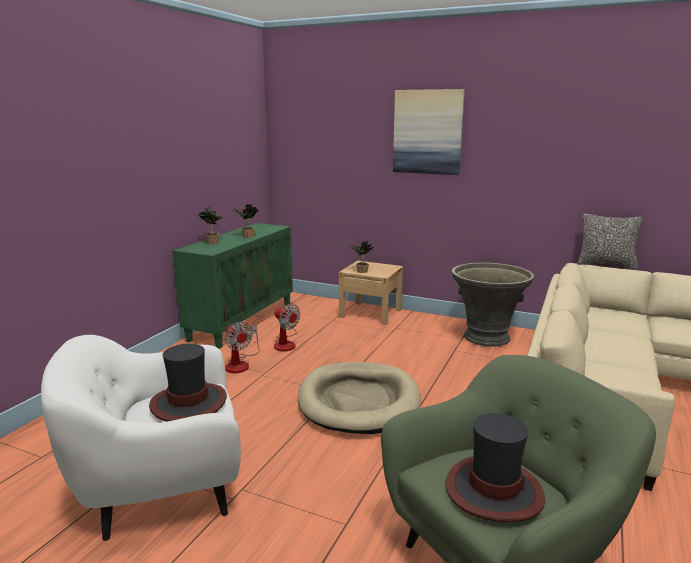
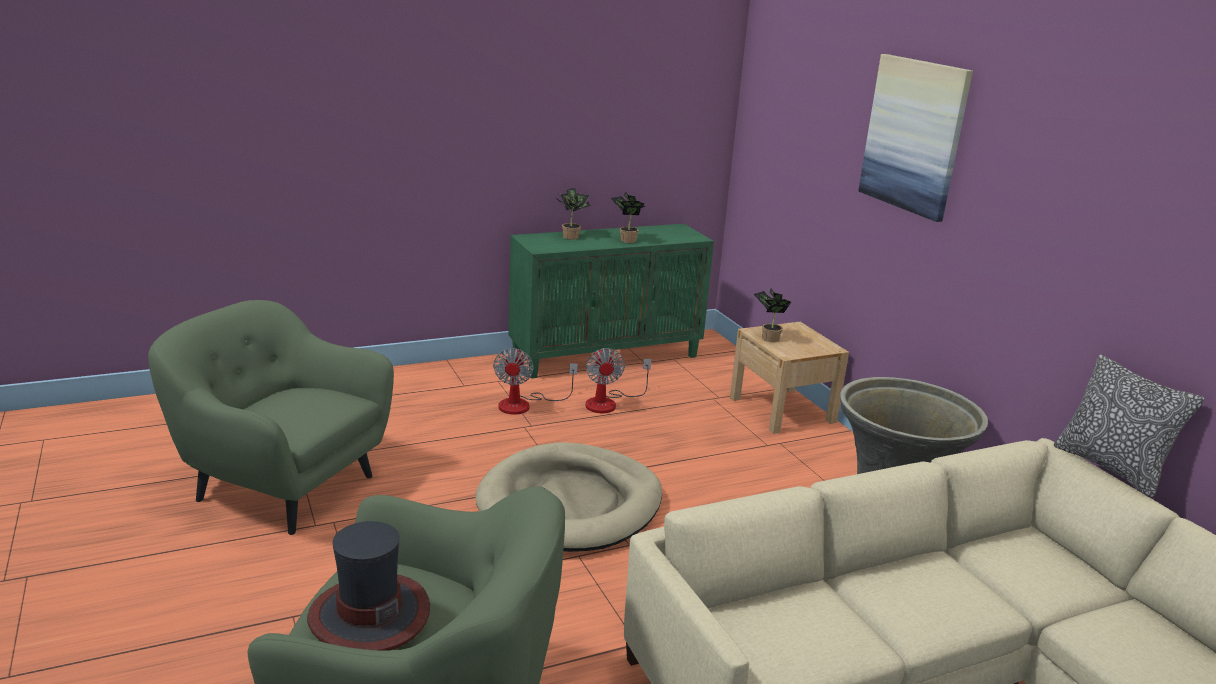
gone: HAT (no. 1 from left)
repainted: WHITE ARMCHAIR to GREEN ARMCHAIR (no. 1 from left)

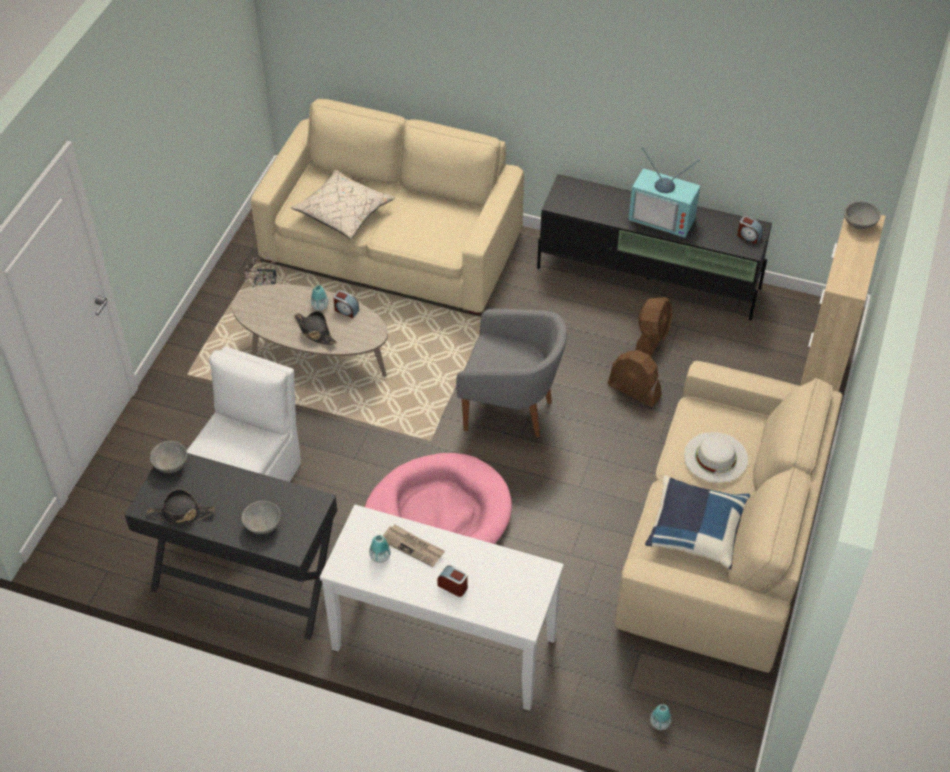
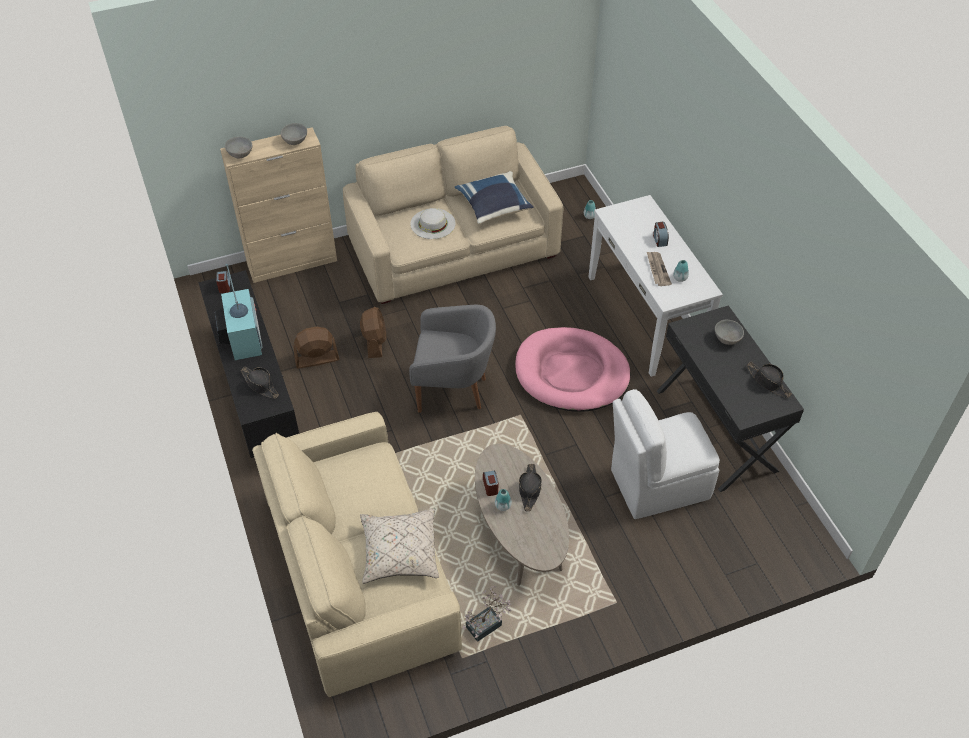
new: BLACK HAT (no. 1 from left)
shifted: GREY BOWL (no. 1 from left in the first image) to GREY BOWL (no. 2 from left)
rotated: GREY ARMCHAIR 120 degrees clockwise

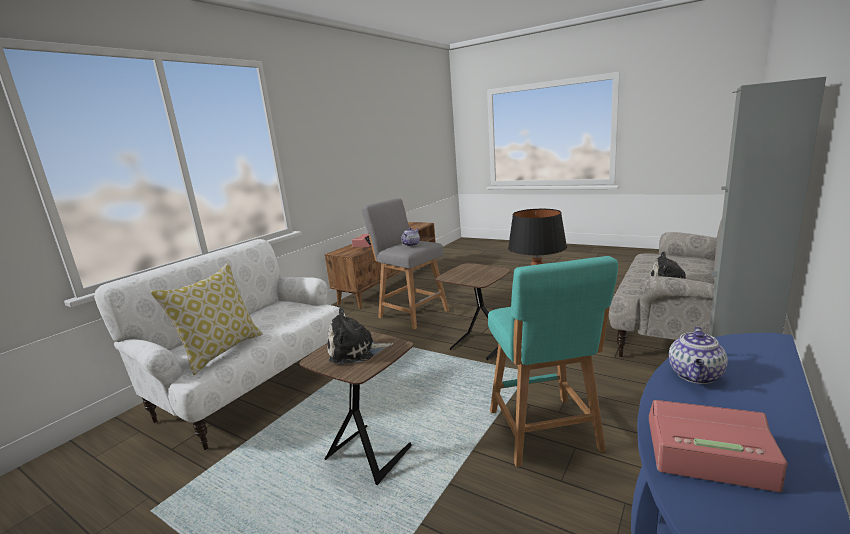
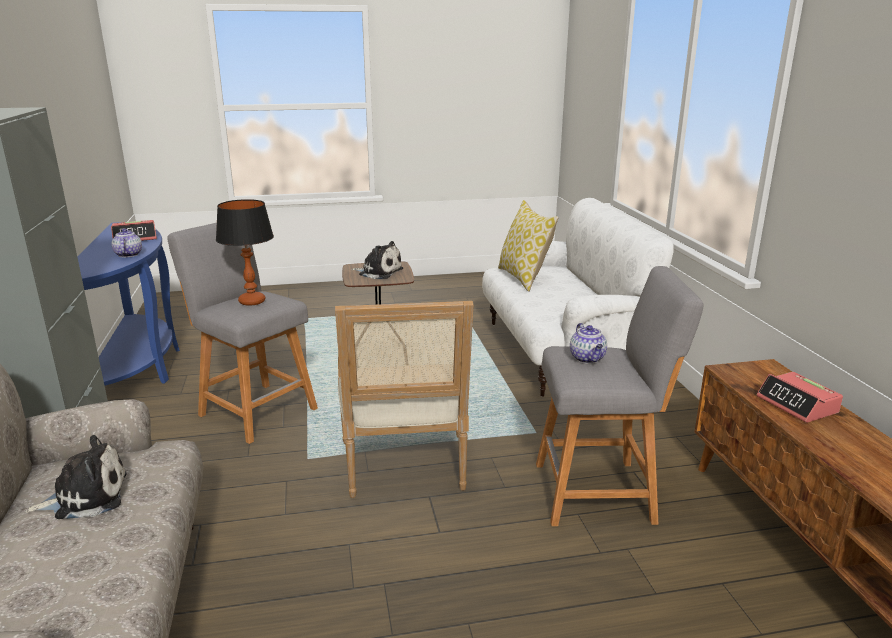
swapped: BROWN SIDE TABLE (no. 2 from left) to ARMCHAIR
repainted: TURQUOISE STOOL to GREY STOOL (no. 1 from left)
rotated: PLUSH TOY (no. 1 from left in the first image) 75 degrees clockwise

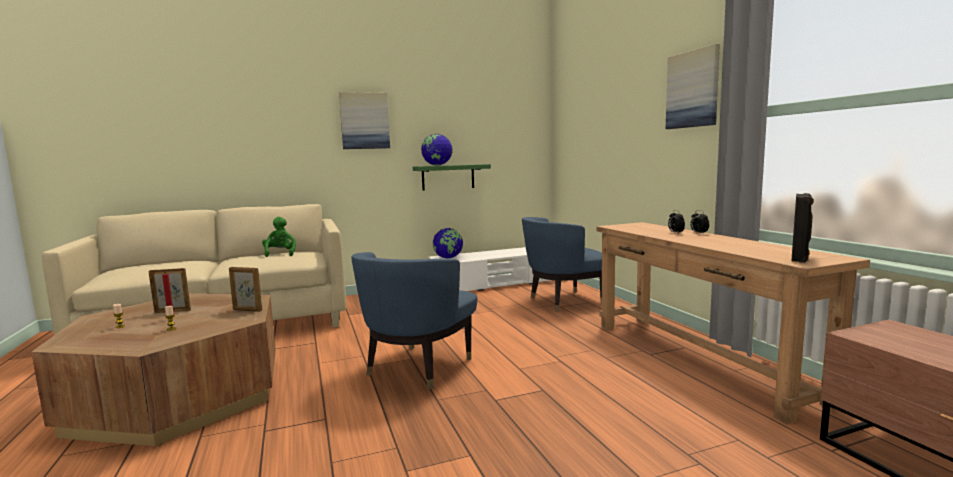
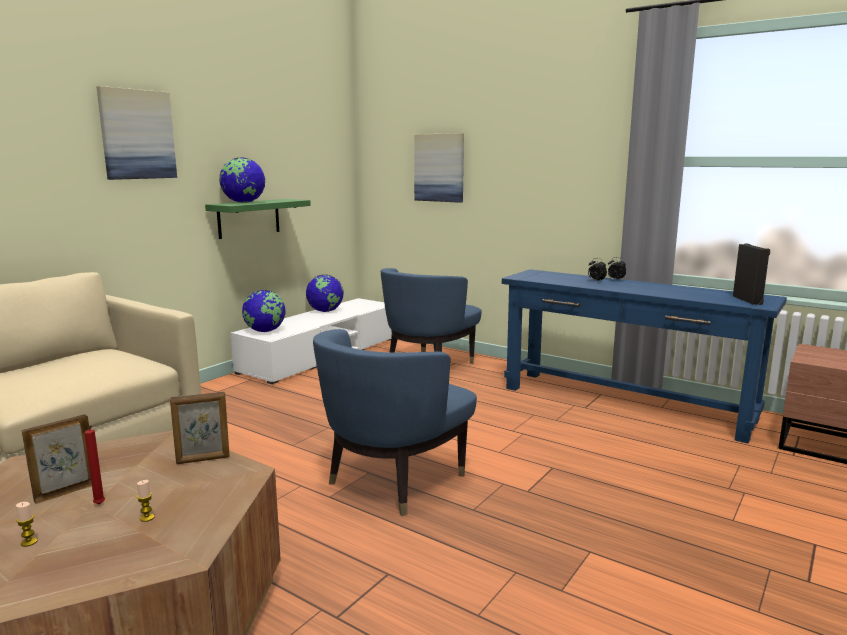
gone: GREEN PLUSH TOY
new: GLOBE (no. 3 from left)
shifted: PICTURE (no. 2 from left)
repainted: BROWN CONSOLE TABLE to BLUE CONSOLE TABLE
rotated: BLUE ARMCHAIR (no. 1 from left) 45 degrees clockwise

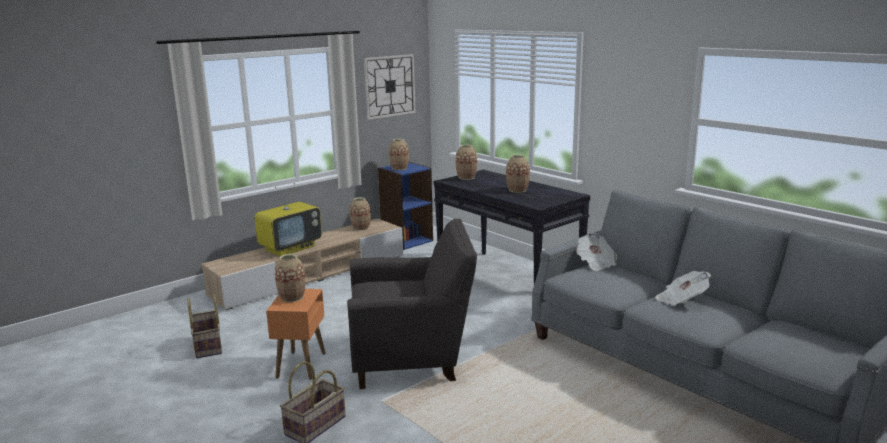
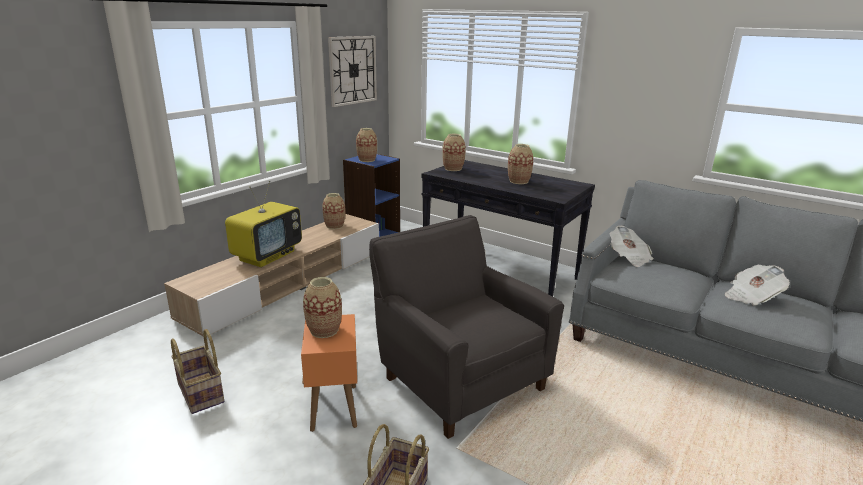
rotated: GREY ARMCHAIR 105 degrees counterclockwise

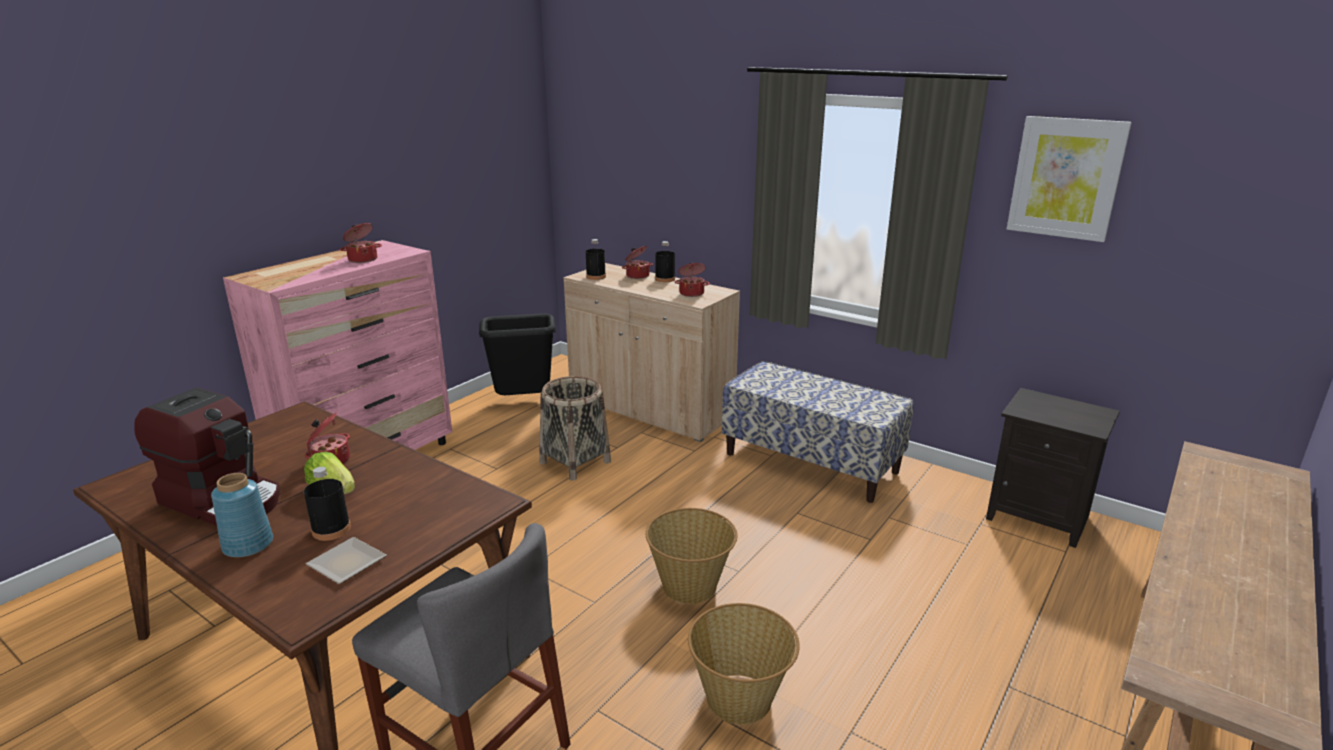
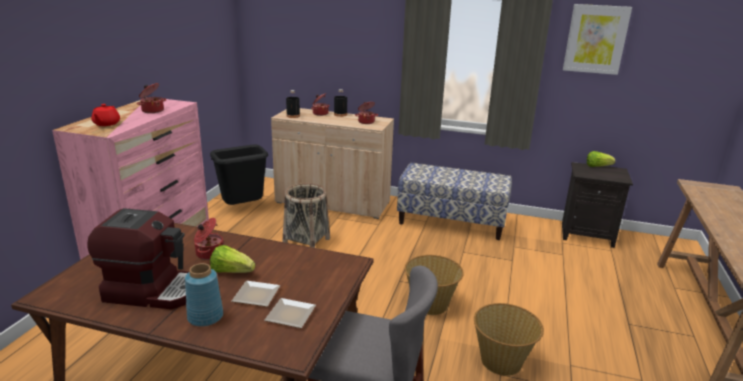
new: RED TEAPOT; LETTUCE (no. 2 from left)
swapped: BLACK BOTTLE (no. 1 from left) to PLATE (no. 1 from left)

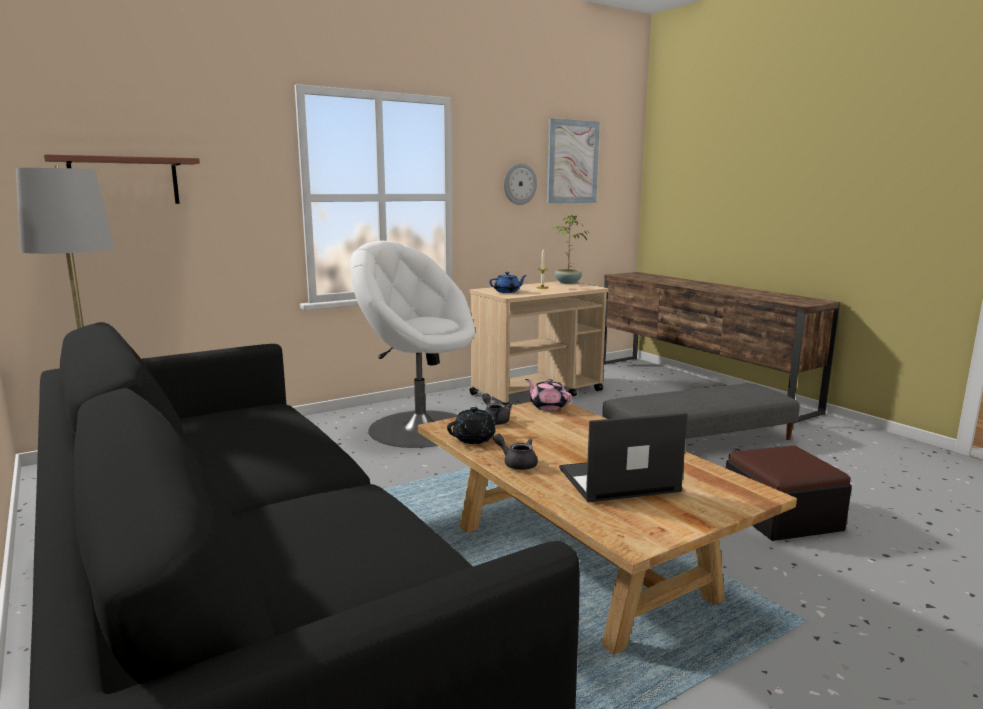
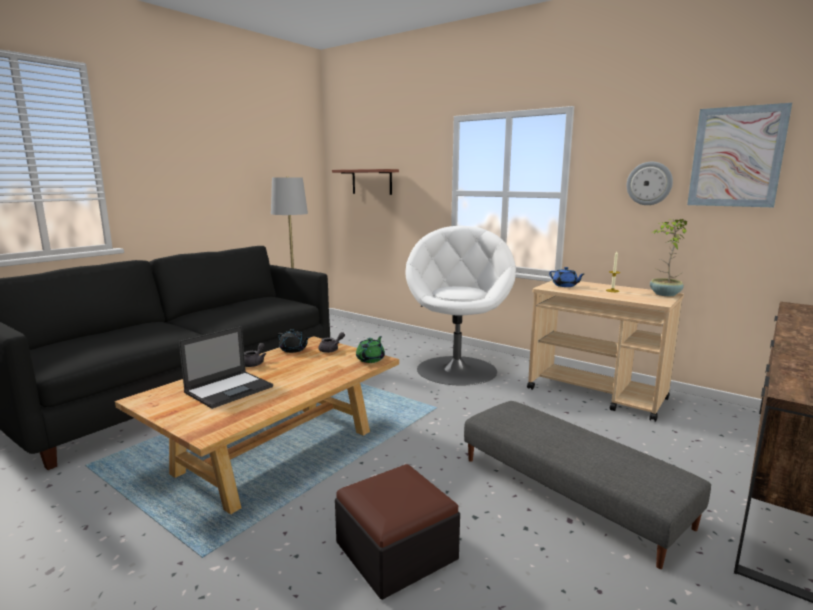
repainted: PINK TEAPOT to GREEN TEAPOT
rotated: LAPTOP 75 degrees clockwise

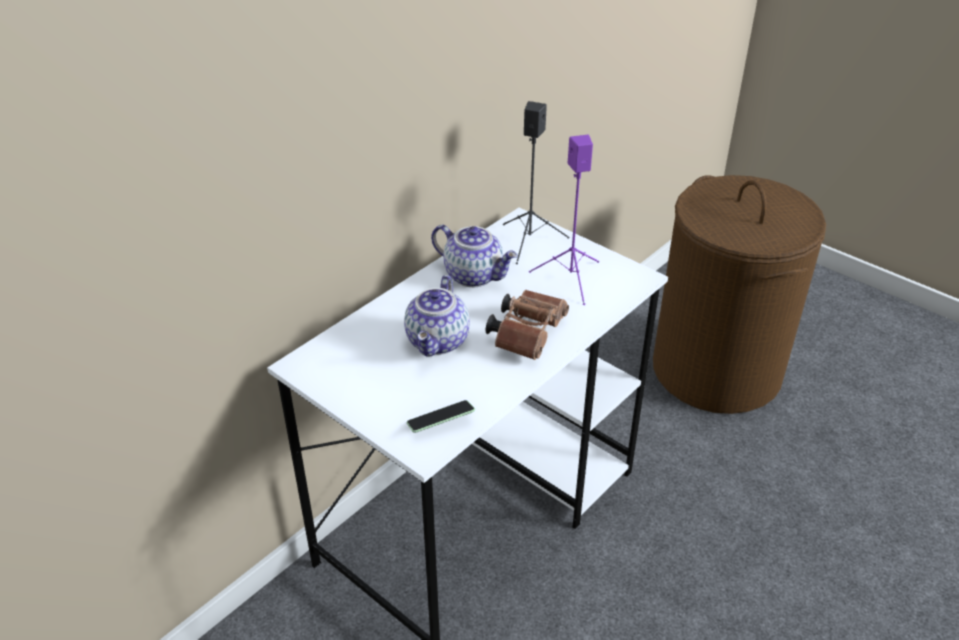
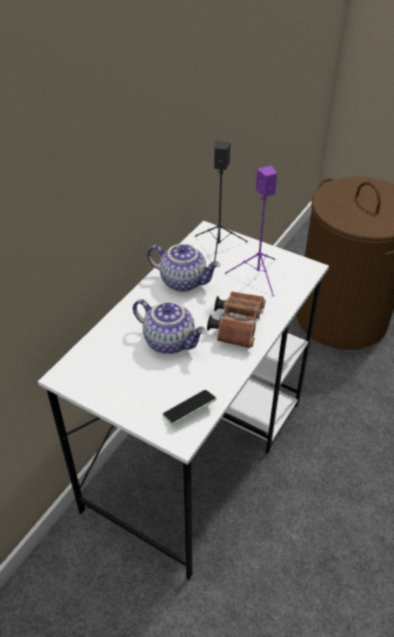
rotated: TEAPOT (no. 1 from left) 60 degrees counterclockwise

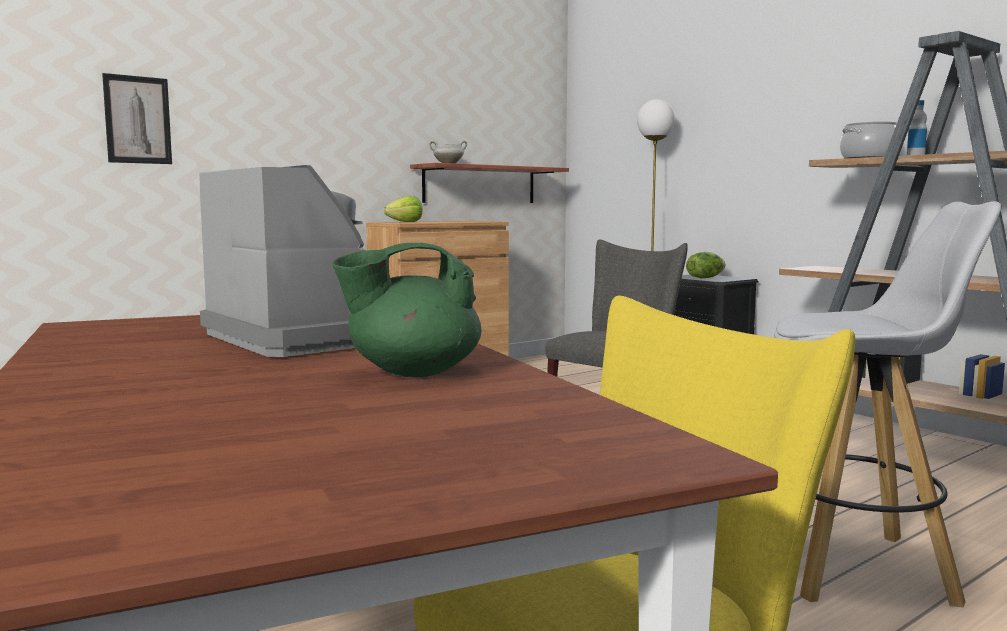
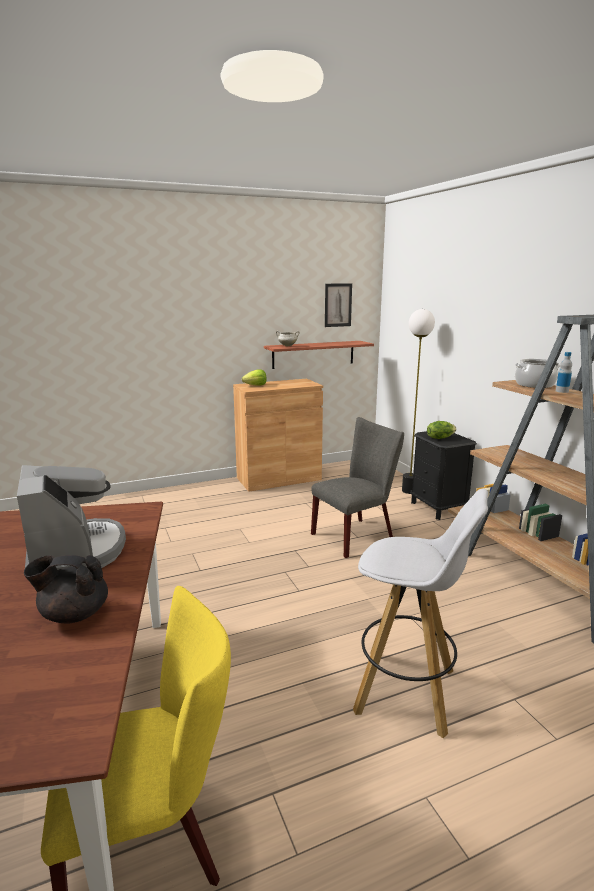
shifted: PICTURE
repainted: GREEN TEAPOT to BLACK TEAPOT

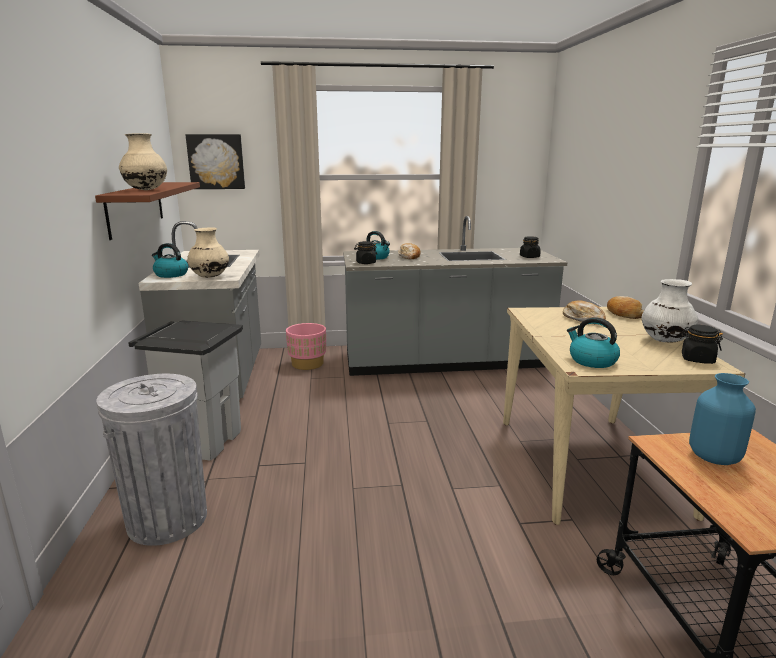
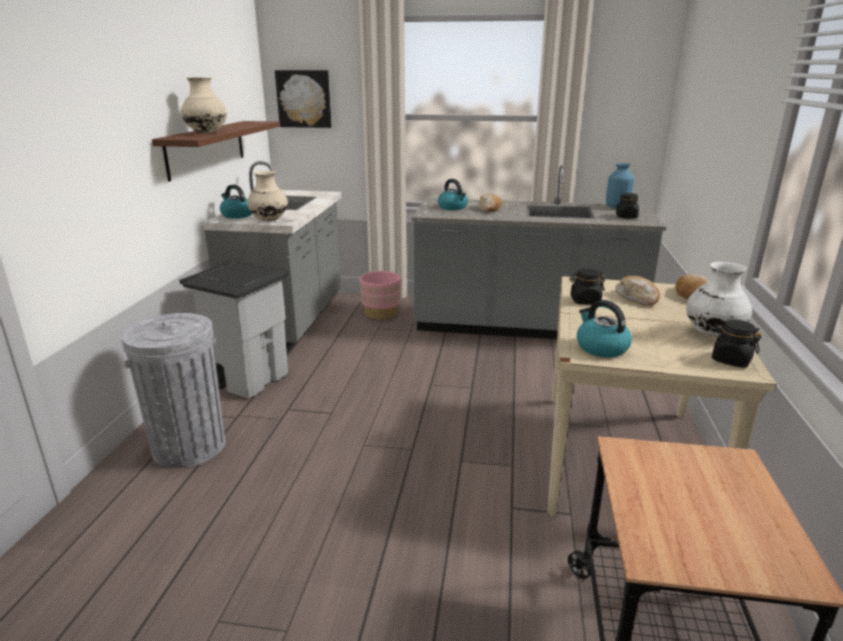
shifted: BLACK JAR (no. 1 from left); BLUE VASE

